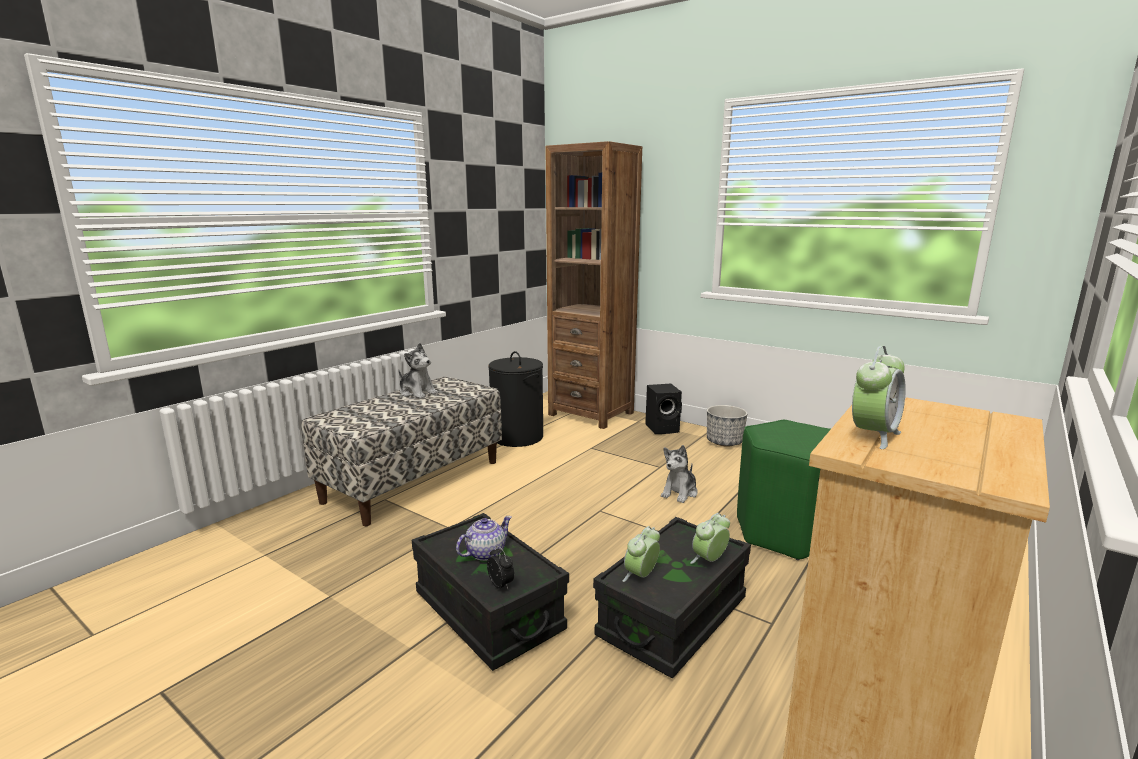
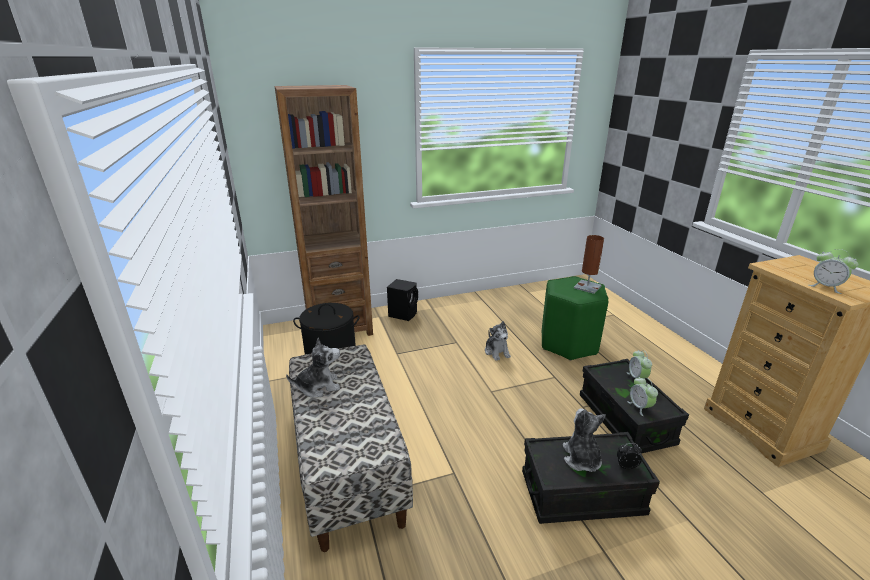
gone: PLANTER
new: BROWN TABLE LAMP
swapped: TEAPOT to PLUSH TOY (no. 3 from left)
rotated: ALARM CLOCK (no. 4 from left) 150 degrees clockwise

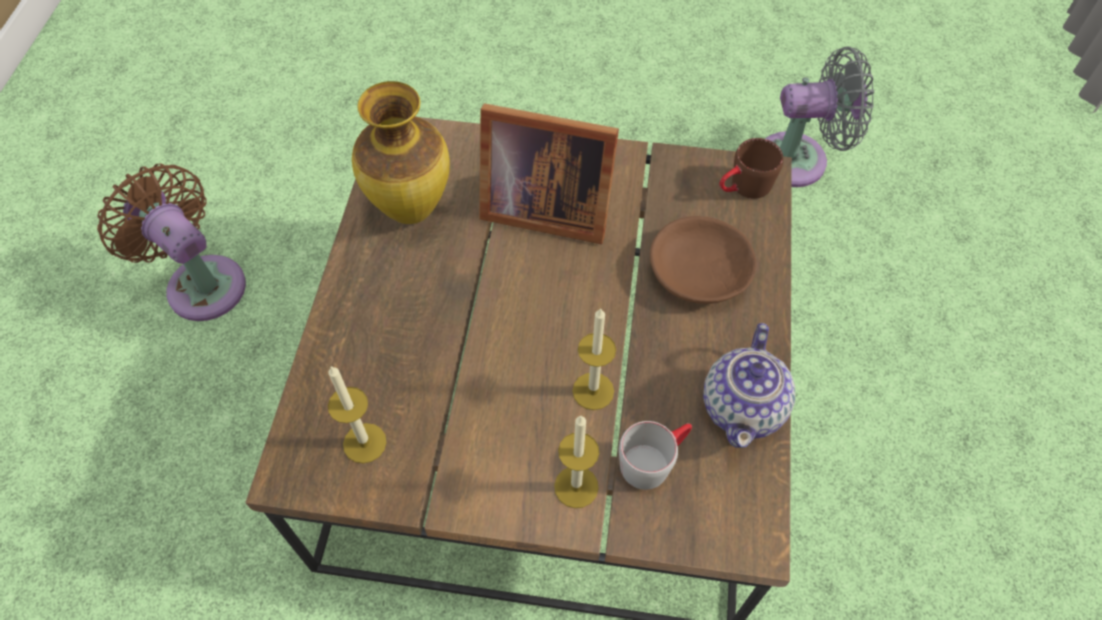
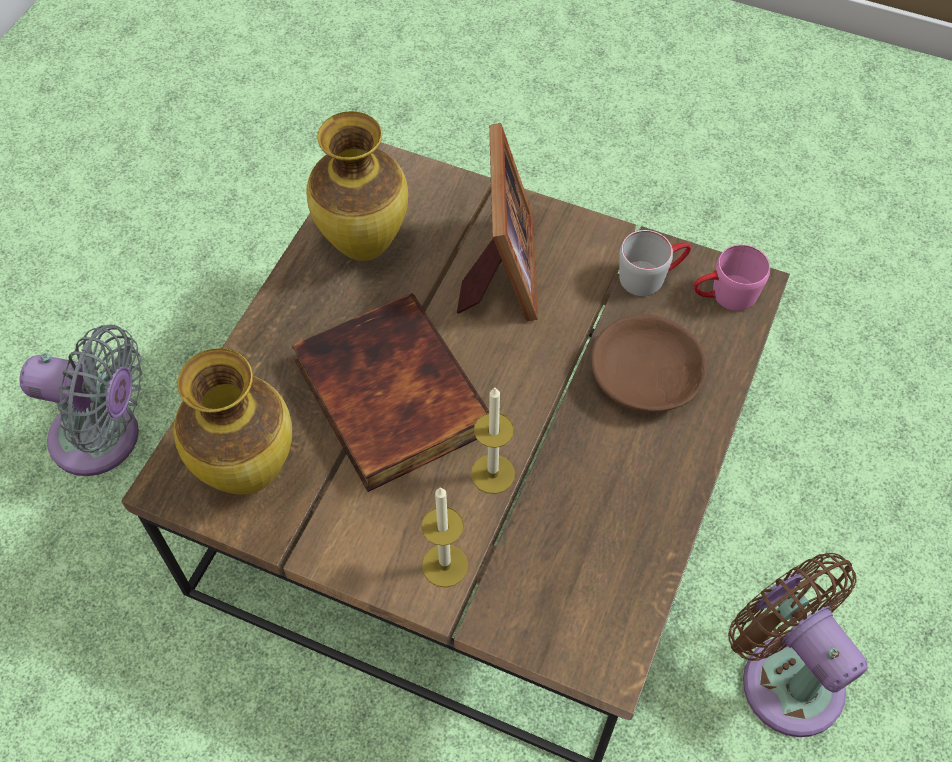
gone: TEAPOT
new: BOOK
shifted: GREY FAN; GREY MUG; BROWN FAN
swapped: CANDLE (no. 1 from left) to VASE (no. 1 from left)
repainted: BROWN MUG to PINK MUG
rotated: PICTURE FRAME 120 degrees counterclockwise

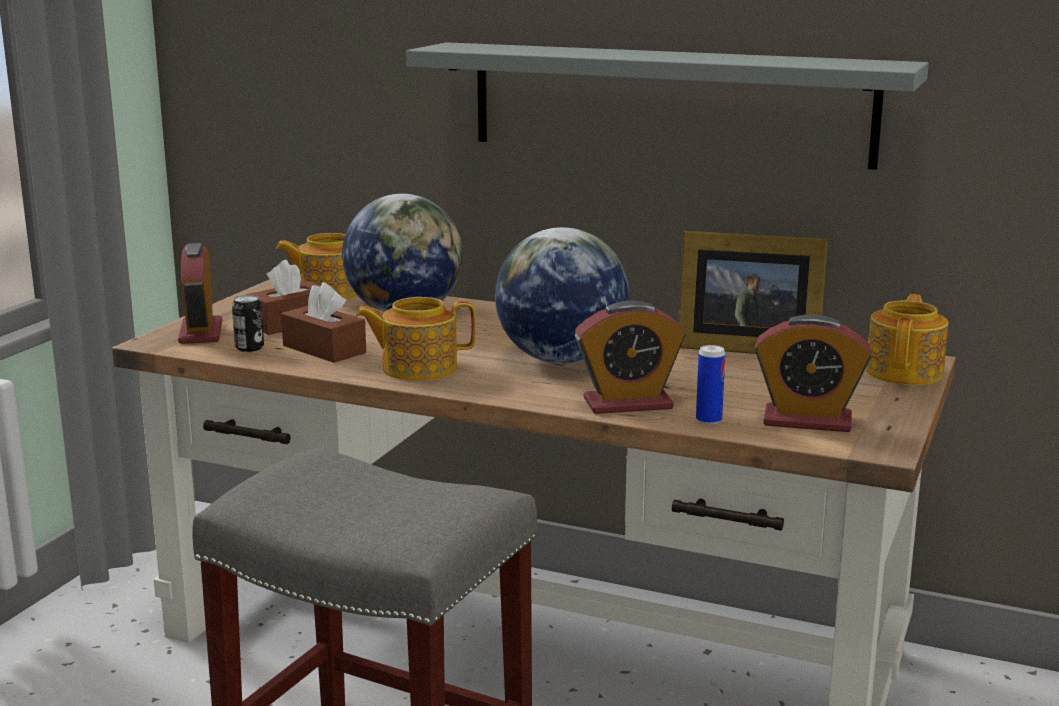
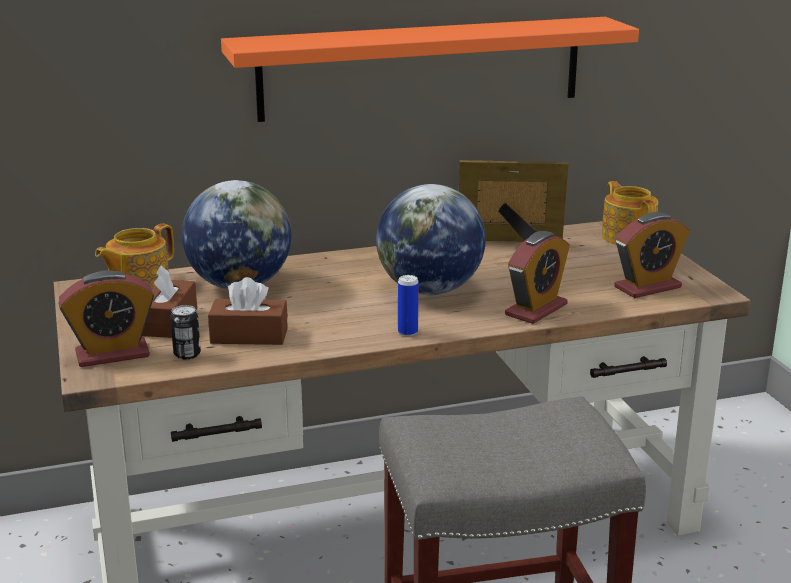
gone: TEAPOT (no. 2 from left)
shifted: CAN (no. 2 from left)
repainted: GREY SHELF to ORANGE SHELF
rotated: ALARM CLOCK (no. 1 from left) 60 degrees counterclockwise; PICTURE FRAME 150 degrees counterclockwise

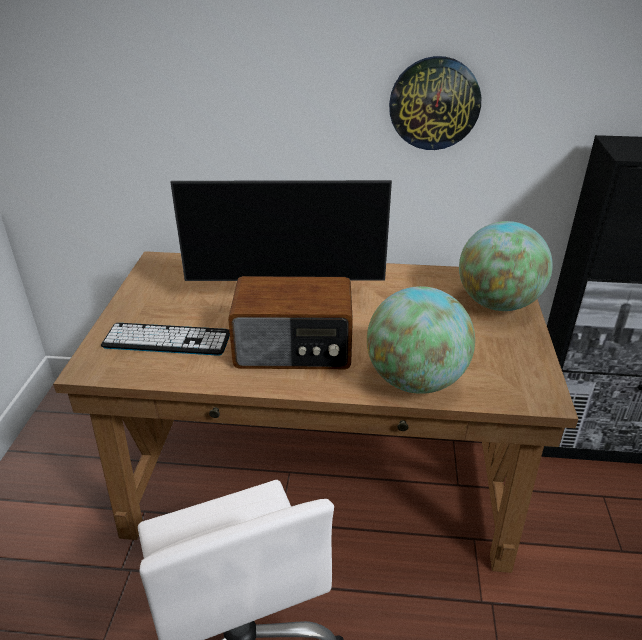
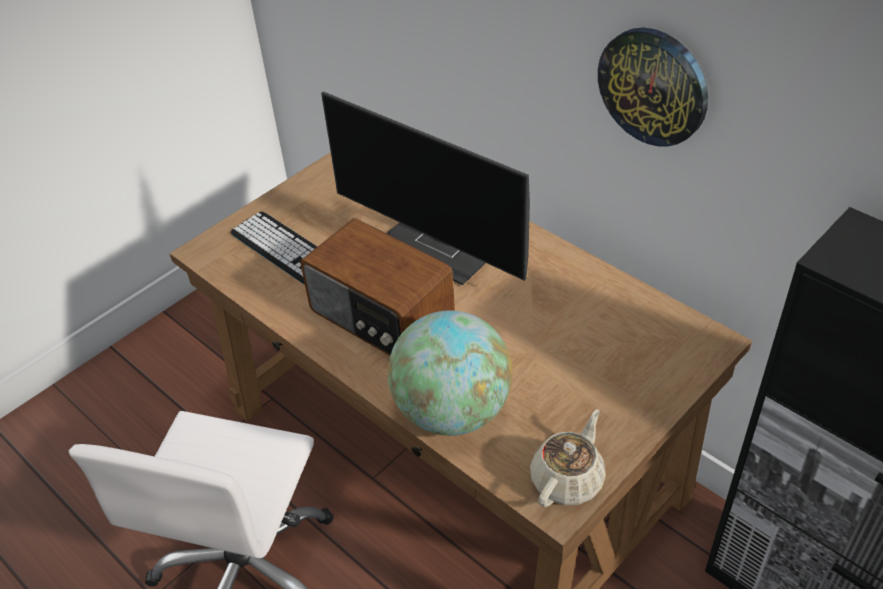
gone: GLOBE (no. 2 from left)
new: BEIGE TEAPOT

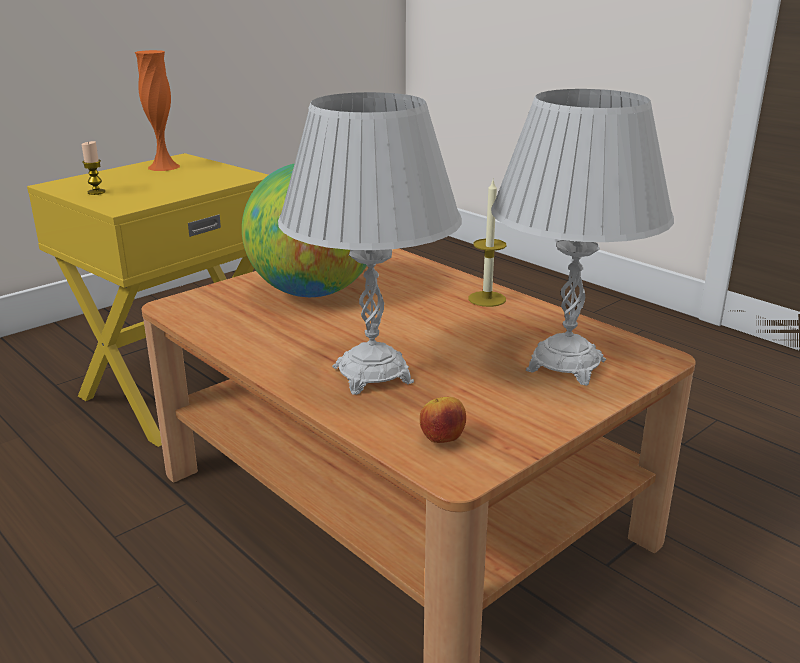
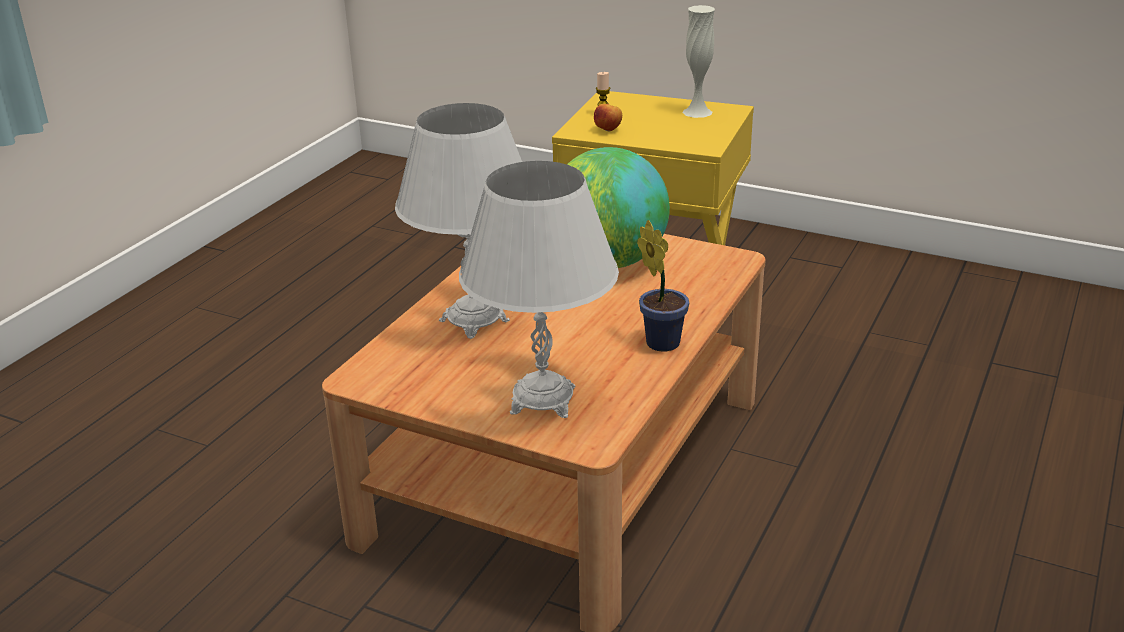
shifted: APPLE
swapped: CANDLE (no. 2 from left) to POTTED PLANT
repainted: ORANGE VASE to WHITE VASE

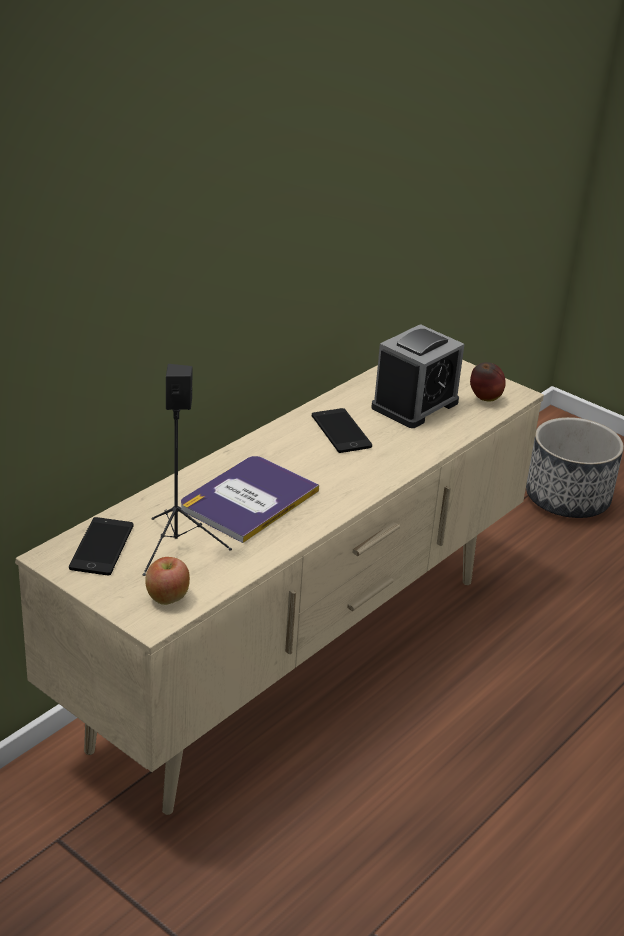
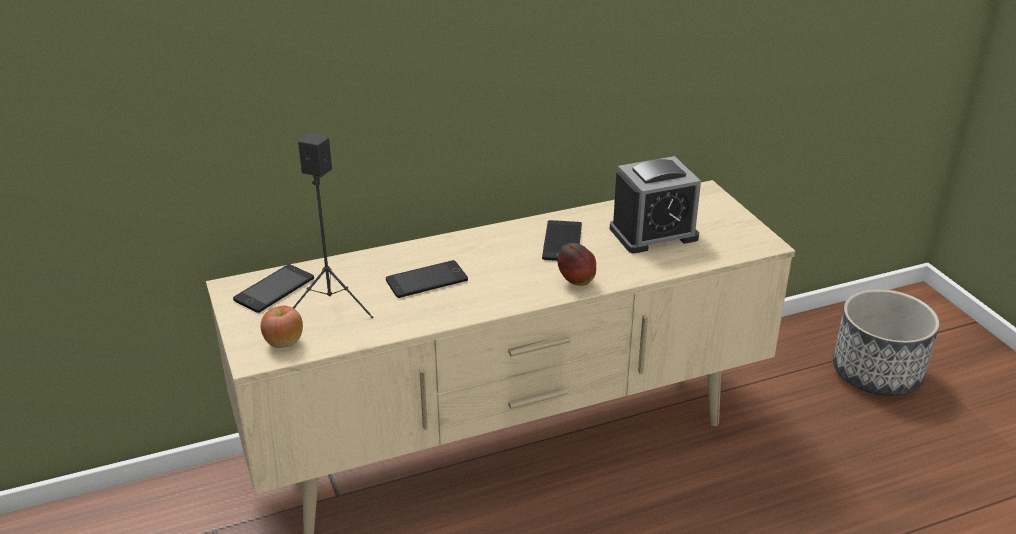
shifted: APPLE (no. 2 from left)
swapped: BOOK to PHONE (no. 2 from left)

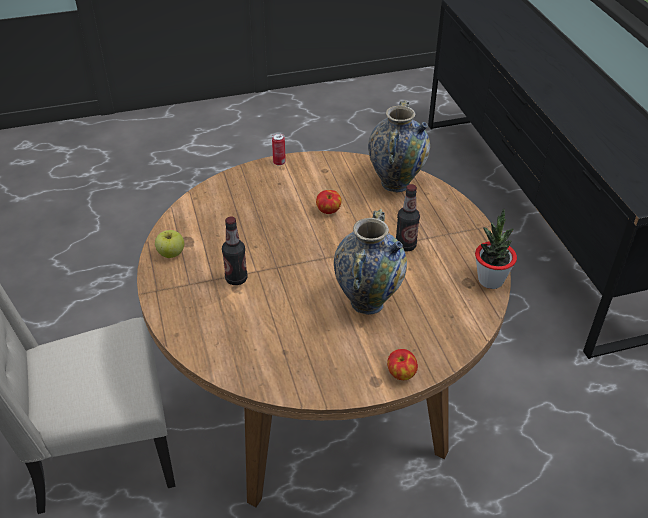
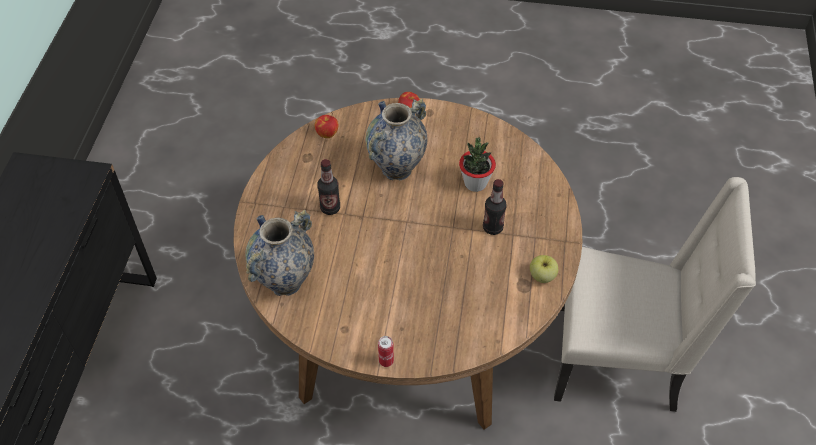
shifted: APPLE (no. 2 from left in the first image) to APPLE (no. 1 from left); POTTED PLANT

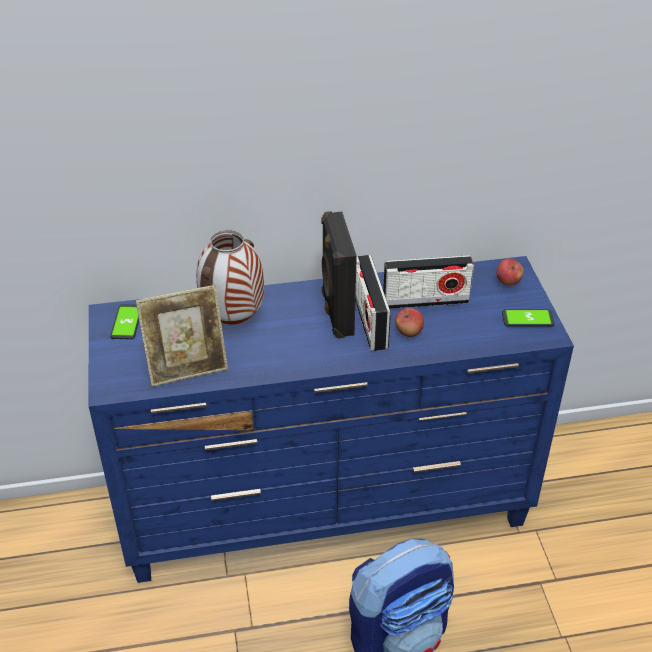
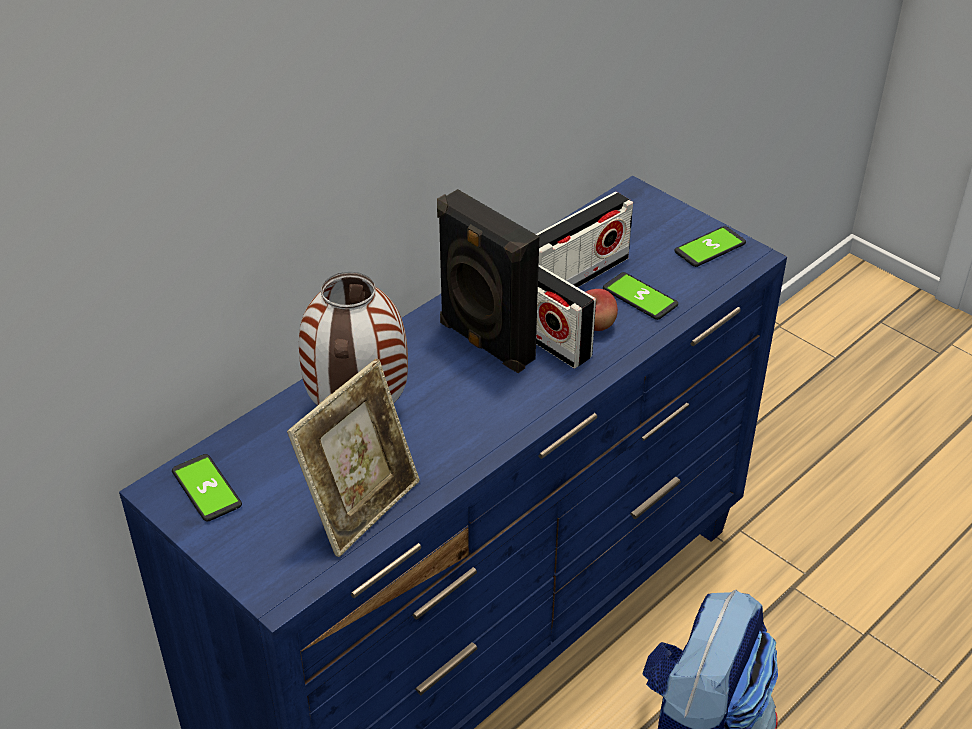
gone: APPLE (no. 2 from left)
new: PHONE (no. 2 from left)

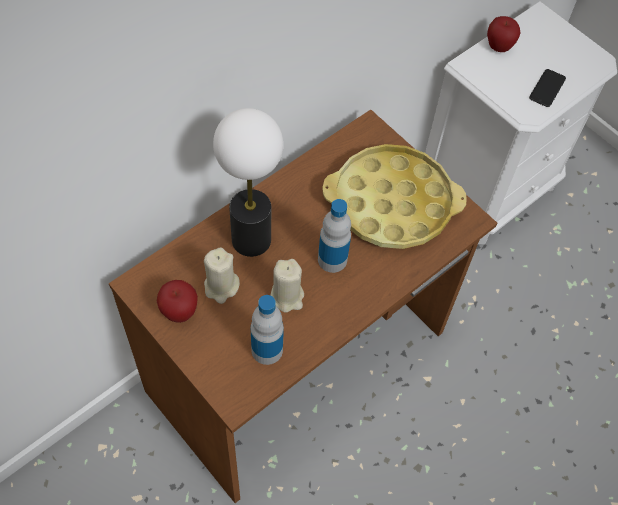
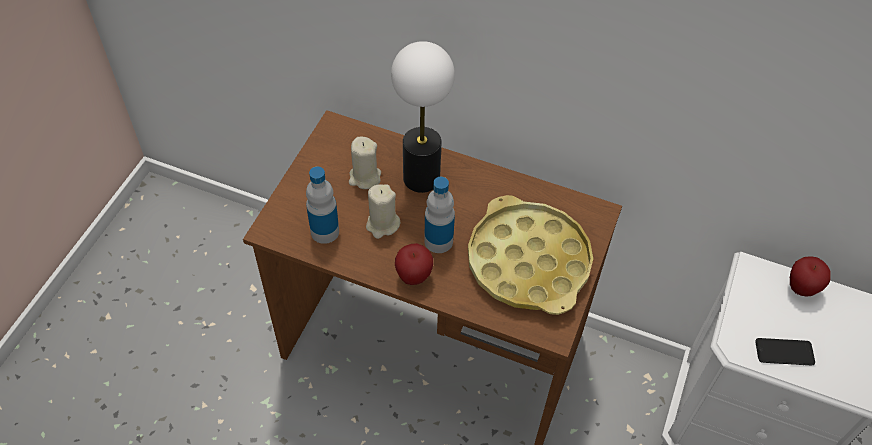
shifted: APPLE (no. 1 from left)

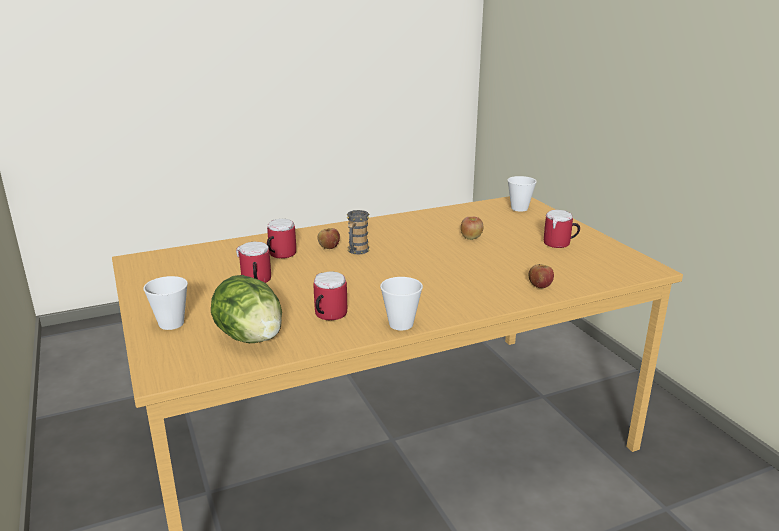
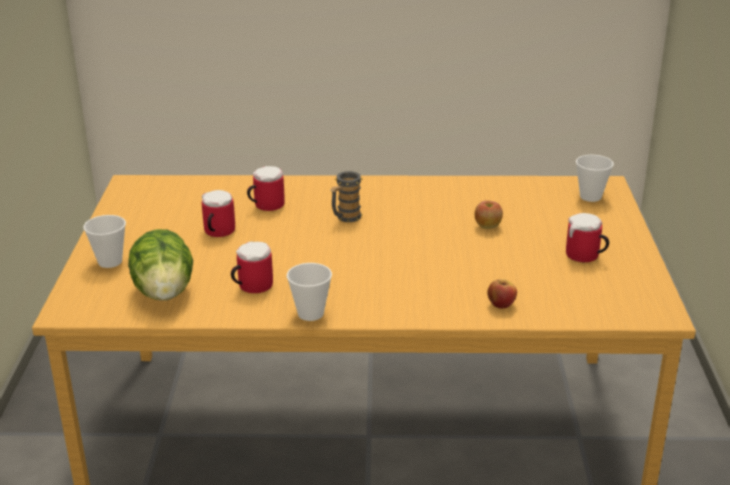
gone: APPLE (no. 1 from left)

